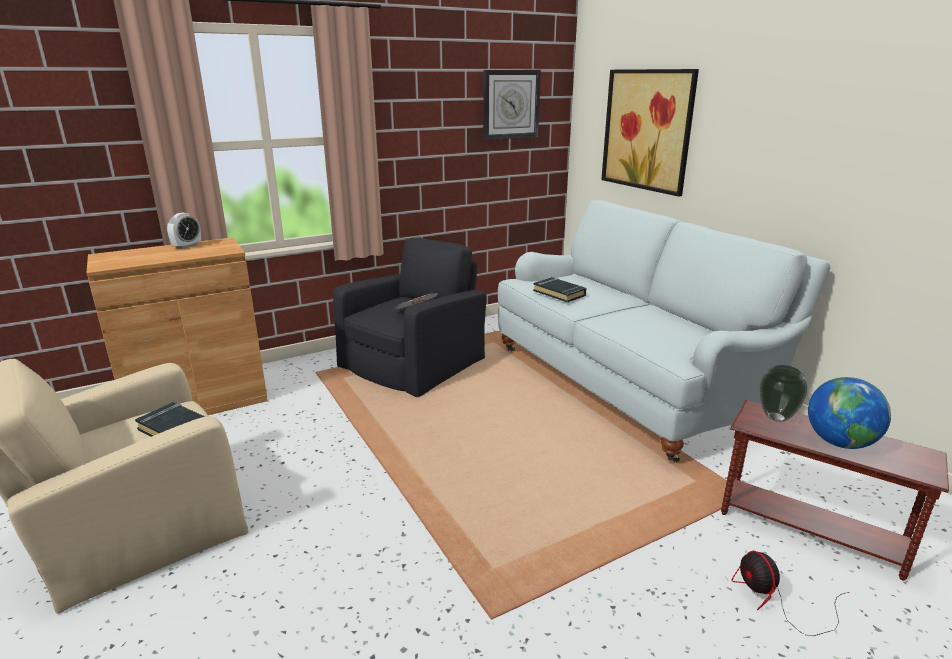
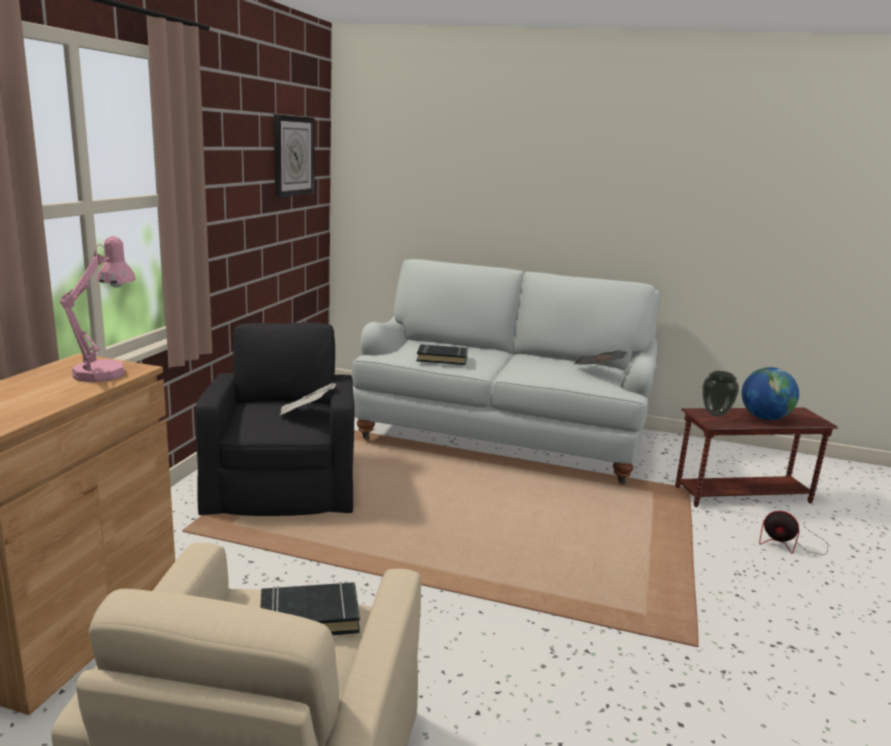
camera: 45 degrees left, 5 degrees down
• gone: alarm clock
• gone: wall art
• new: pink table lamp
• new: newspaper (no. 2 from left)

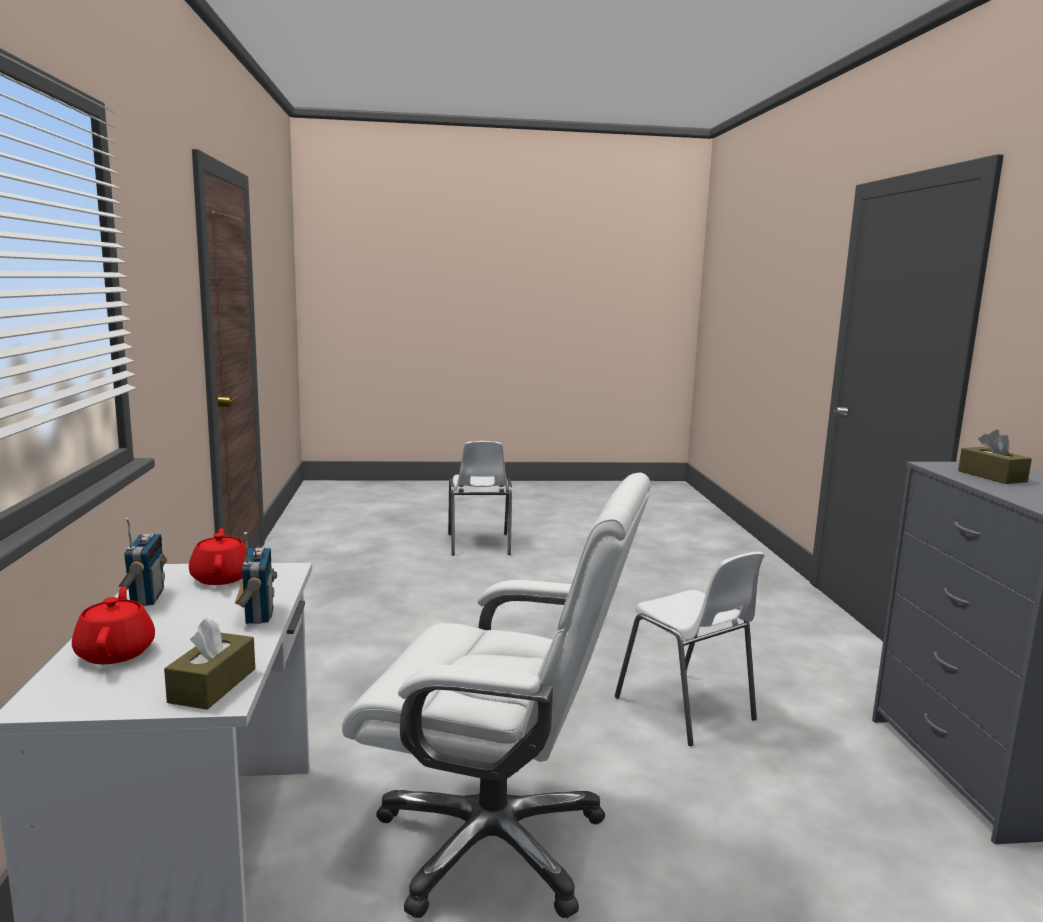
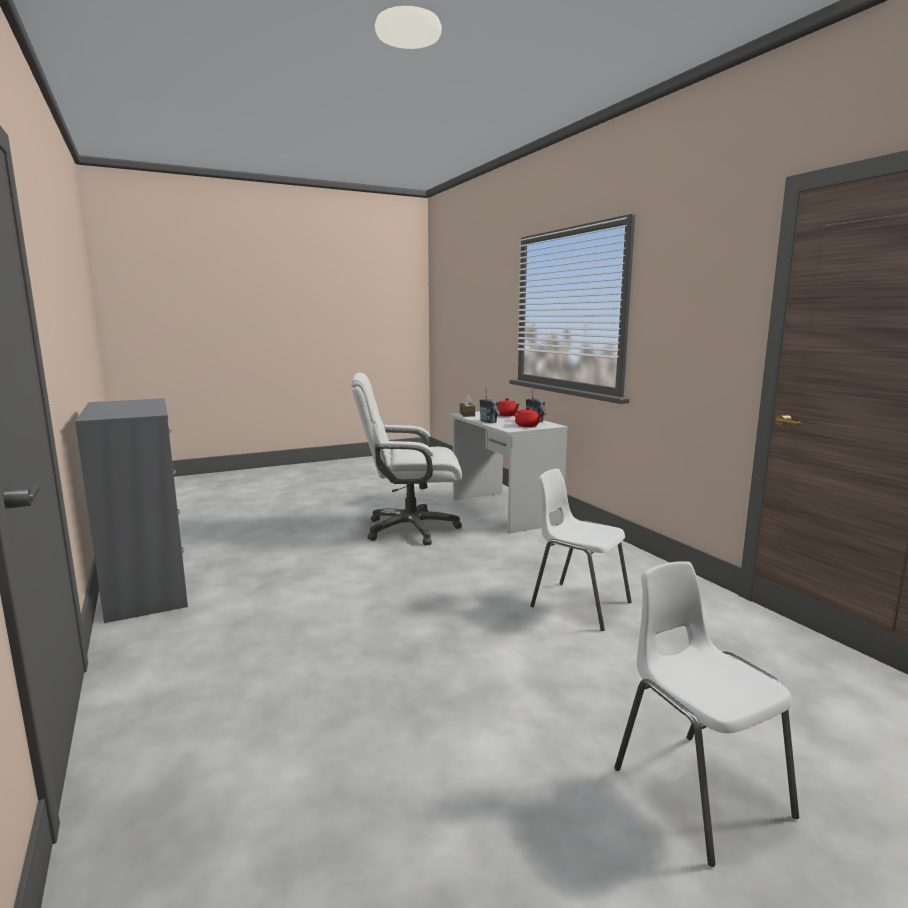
camera: 160 degrees right, 0 degrees up
• gone: brown-coloured tissue box (no. 2 from left)
• shifted: whitish upright chair (no. 2 from left in the first image) to whitish upright chair (no. 1 from left)

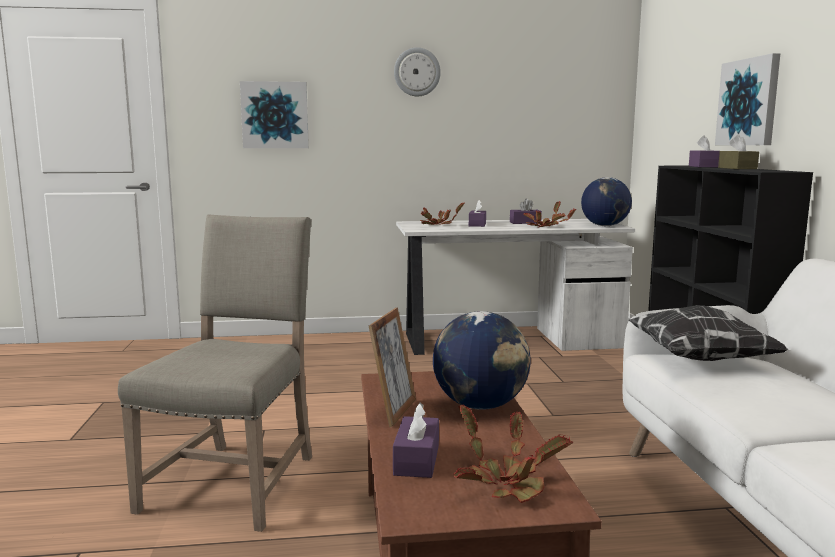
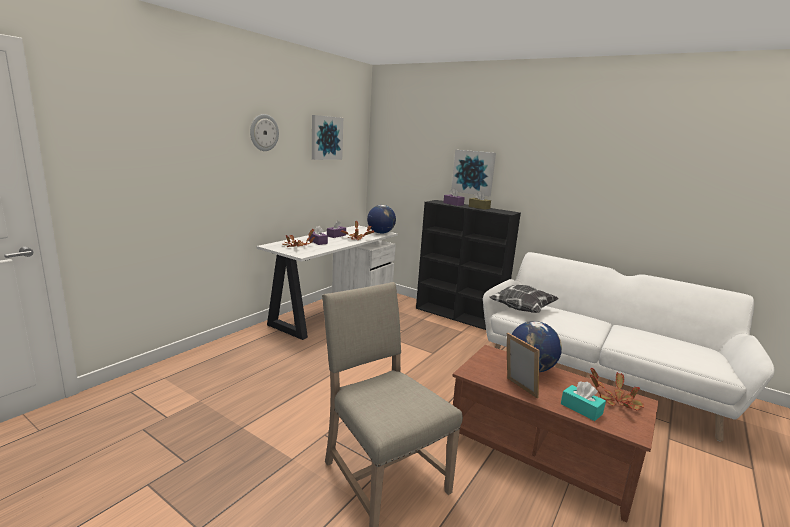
camera: 50 degrees left, 5 degrees up
• shifted: wall art (no. 1 from left)
• repainted: purple-coloured tissue box (no. 1 from left) to turquoise tissue box

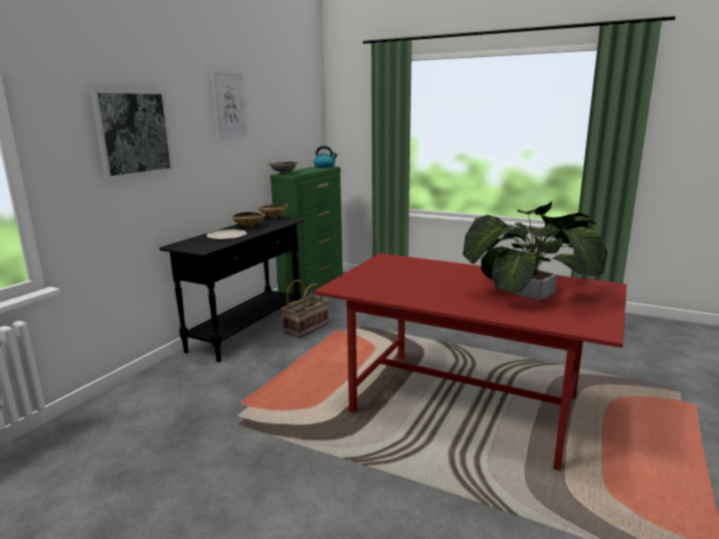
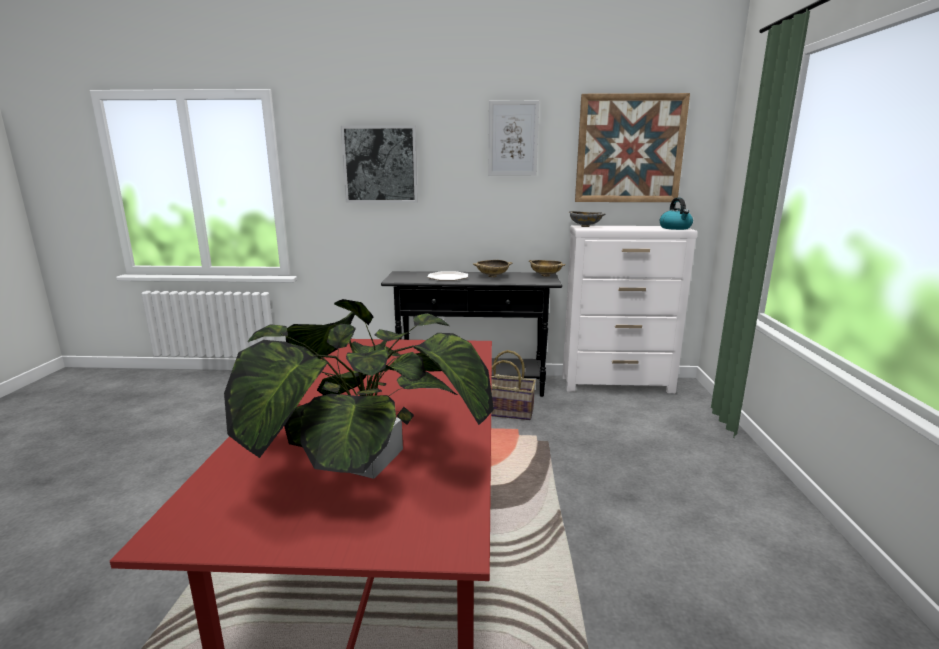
camera: 65 degrees right, 0 degrees up
• new: wall art (no. 3 from left)
• repainted: green chest of drawers to whitish chest of drawers

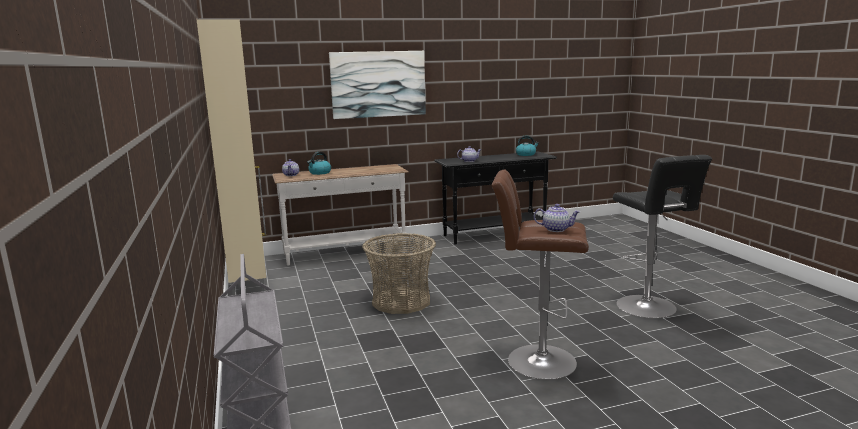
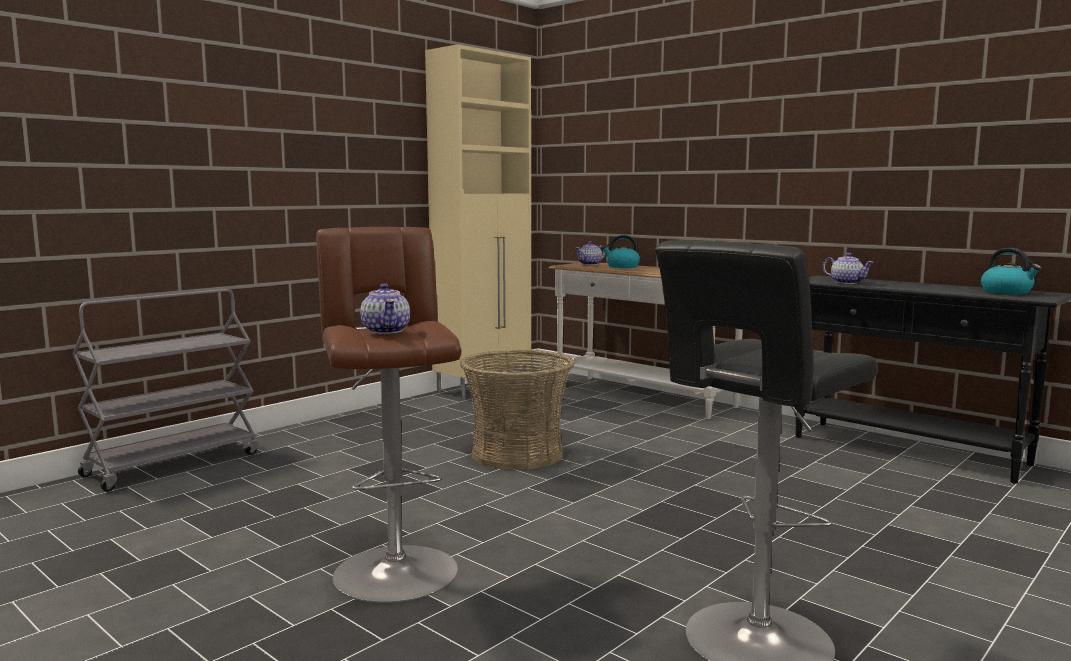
camera: 60 degrees right, 5 degrees down
• gone: wall art

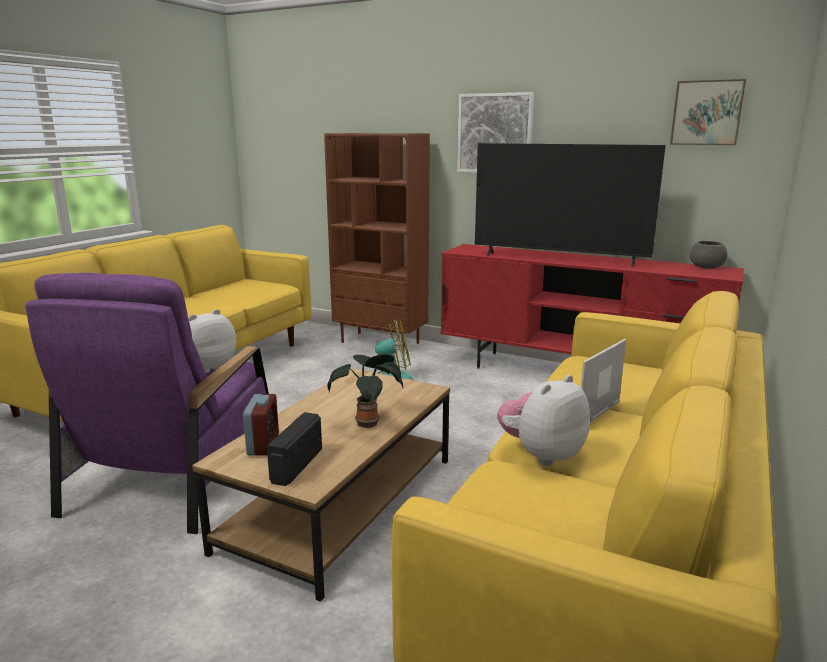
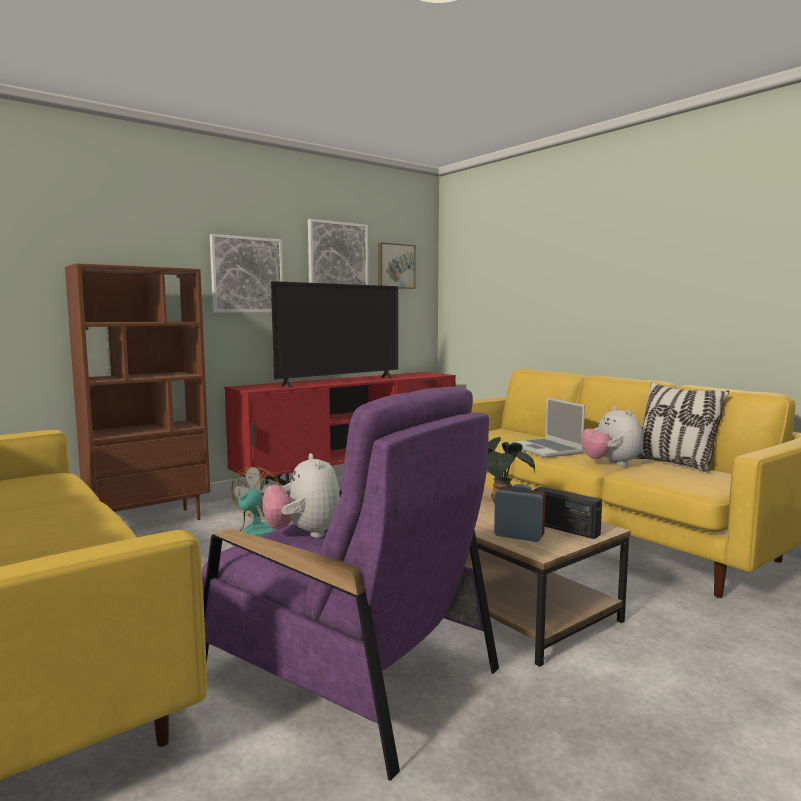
camera: 65 degrees left, 10 degrees down
• gone: gray deep dish
• new: wall art (no. 2 from left)
• new: throw pillow

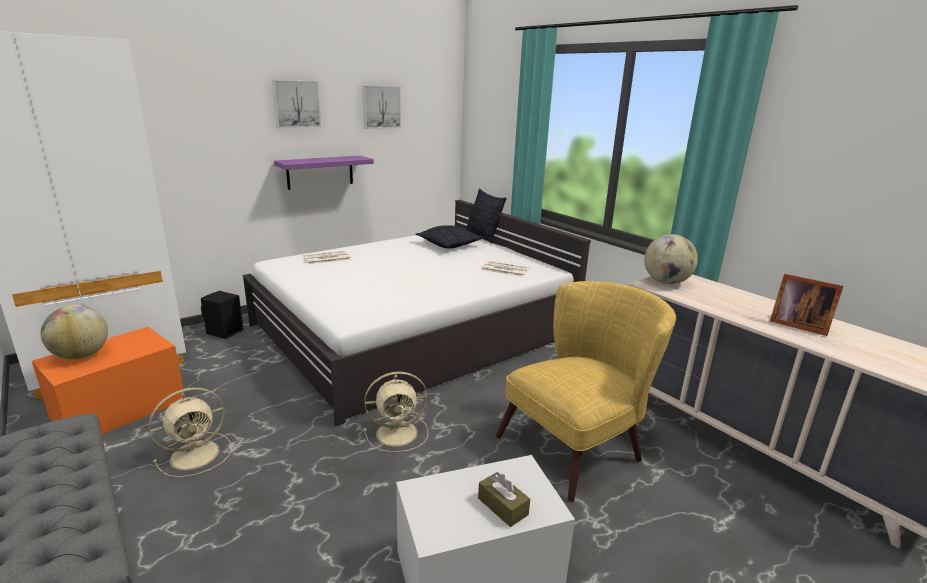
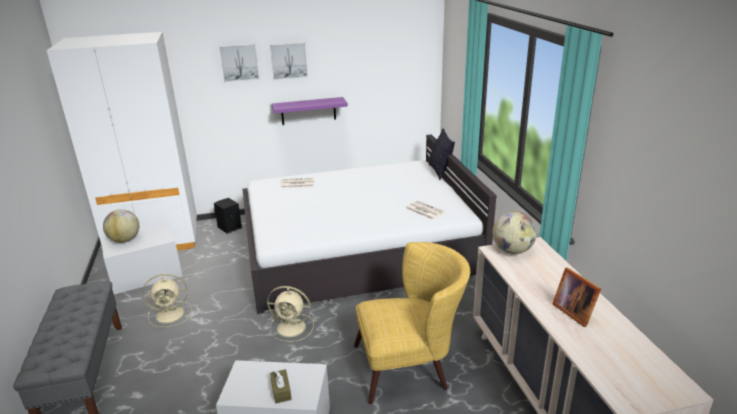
camera: 25 degrees right, 5 degrees up
• gone: throw pillow (no. 1 from left)
• shifted: wall art (no. 2 from left in the first image) to wall art (no. 1 from left)
• repainted: orange-coloured storage bin to whitish storage bin (no. 1 from left)

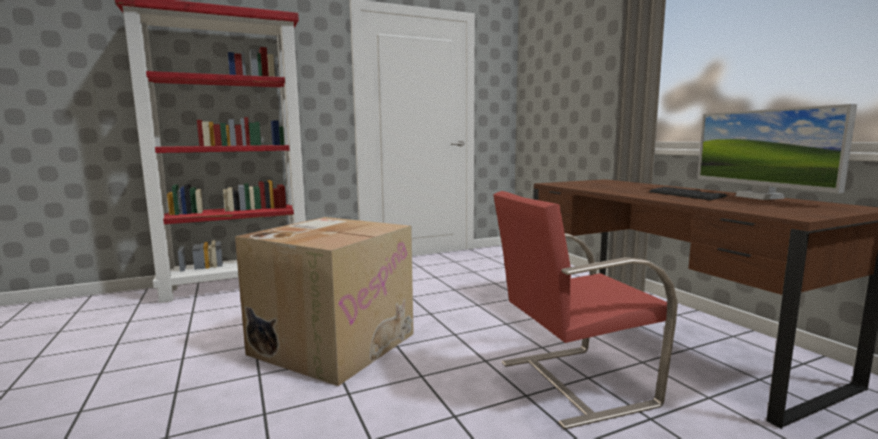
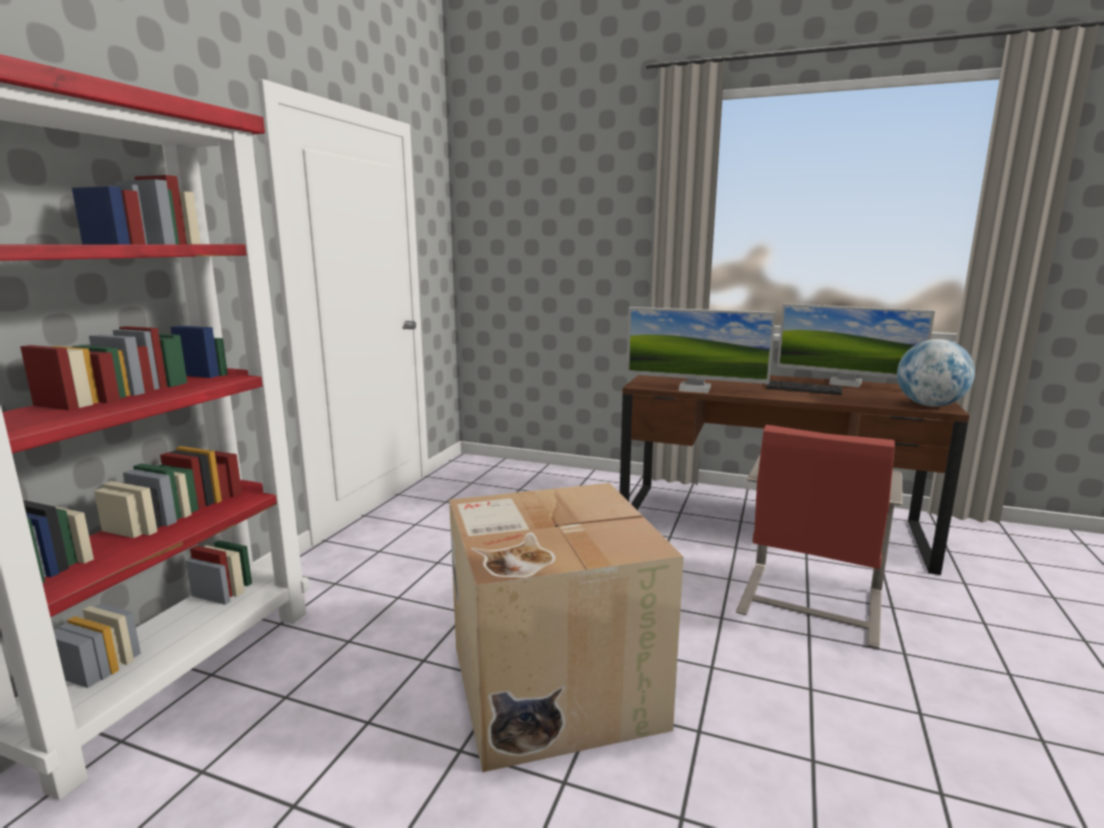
camera: 45 degrees left, 5 degrees up
• new: computer display (no. 1 from left)
• new: globe

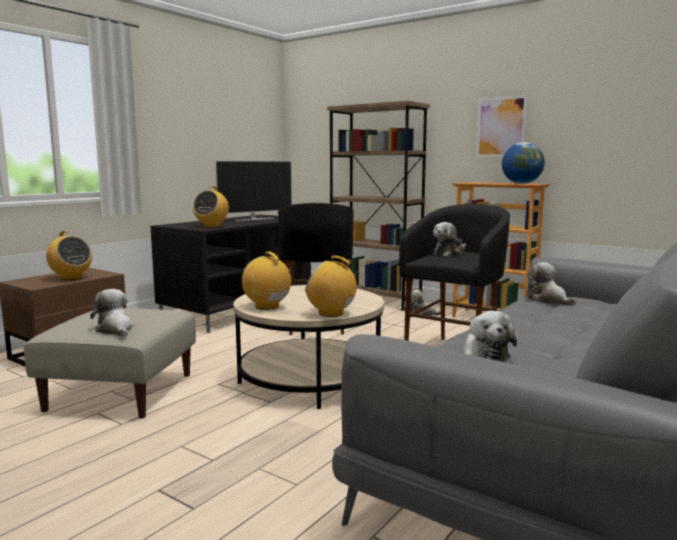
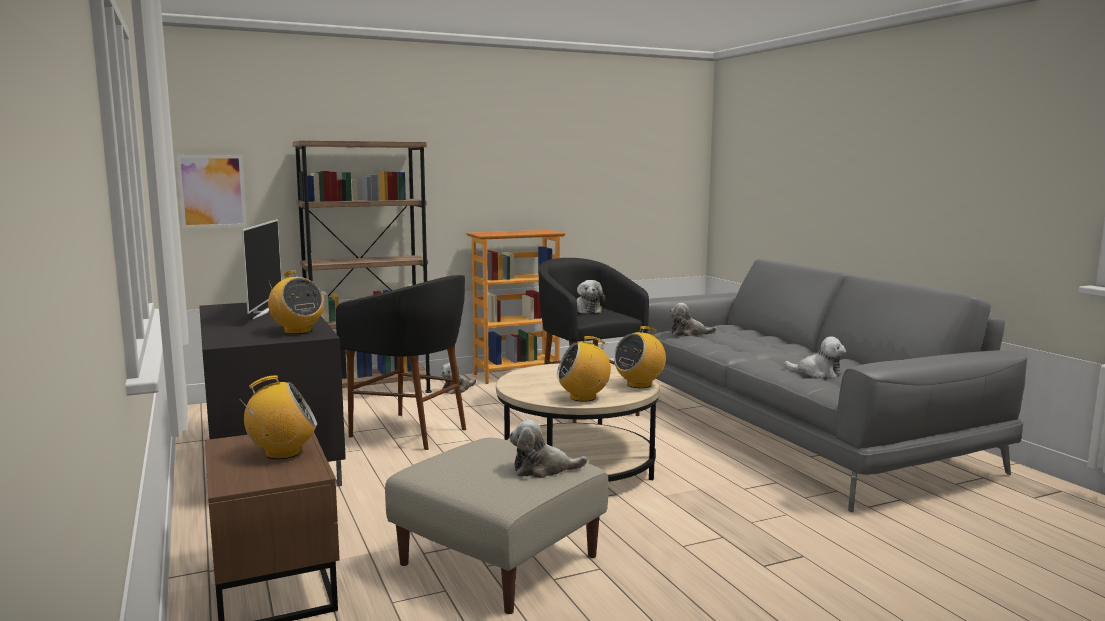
camera: 60 degrees left, 0 degrees up
• gone: globe
• shifted: wall art

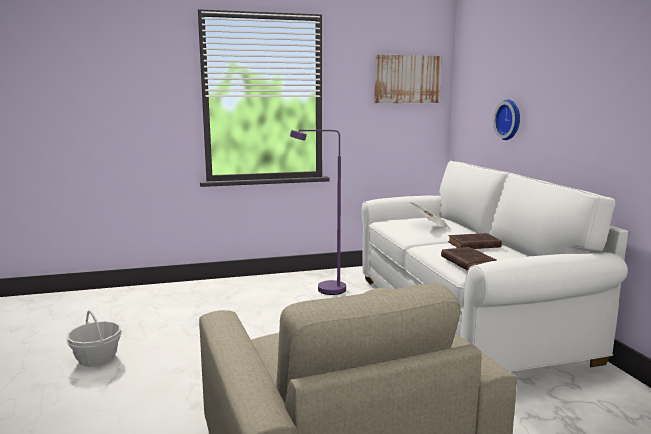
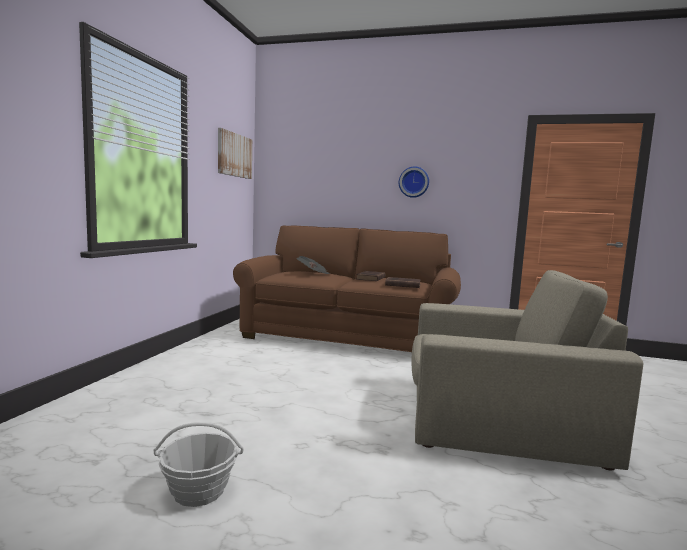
camera: 60 degrees left, 5 degrees down
• gone: purple-coloured floor lamp
• shifted: hanging clock
• repainted: whitish sofa to brown-coloured sofa

